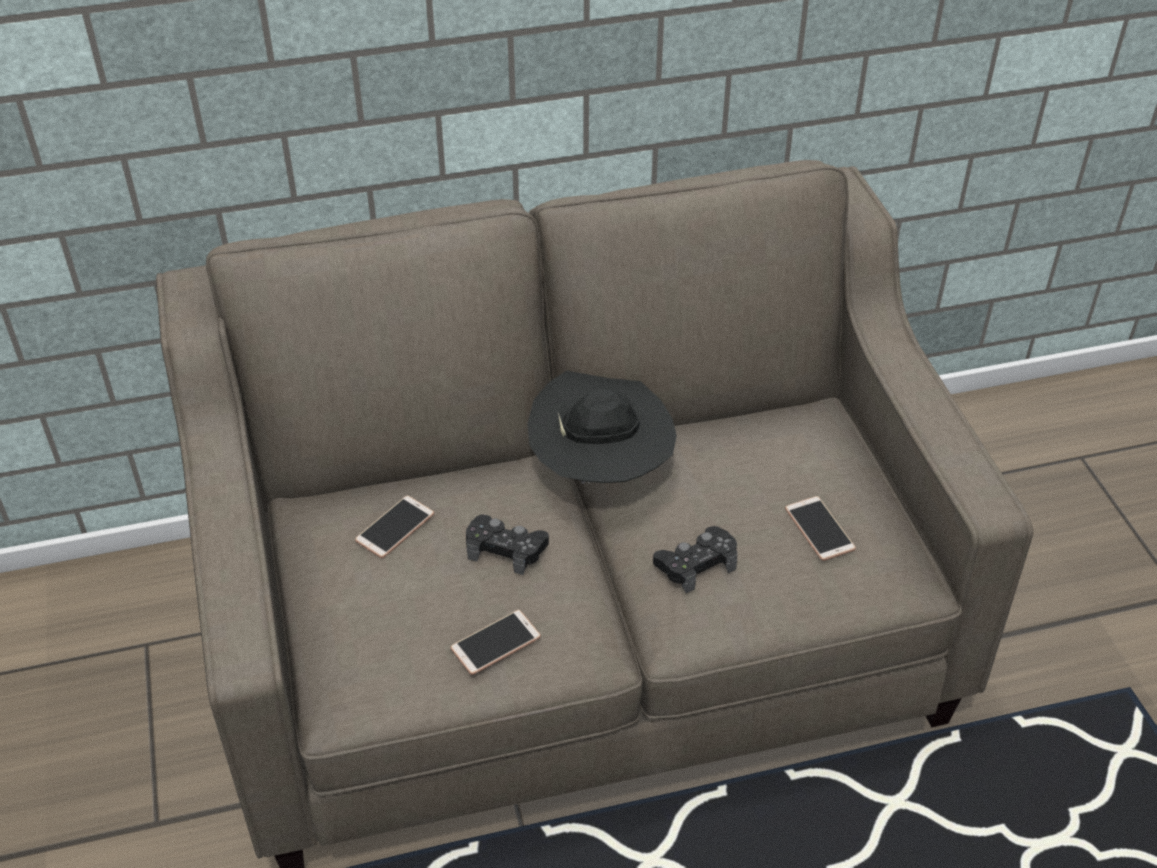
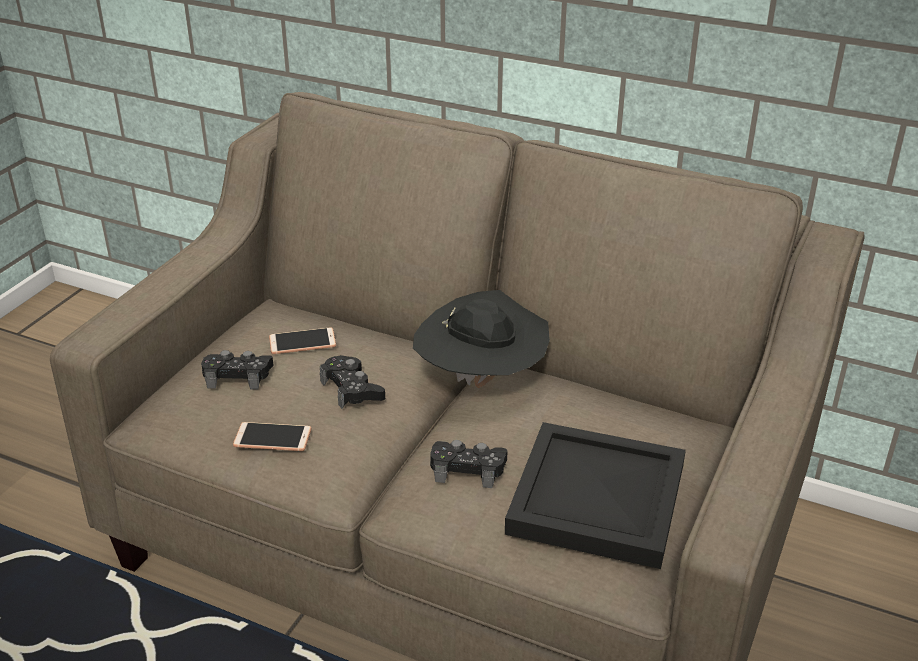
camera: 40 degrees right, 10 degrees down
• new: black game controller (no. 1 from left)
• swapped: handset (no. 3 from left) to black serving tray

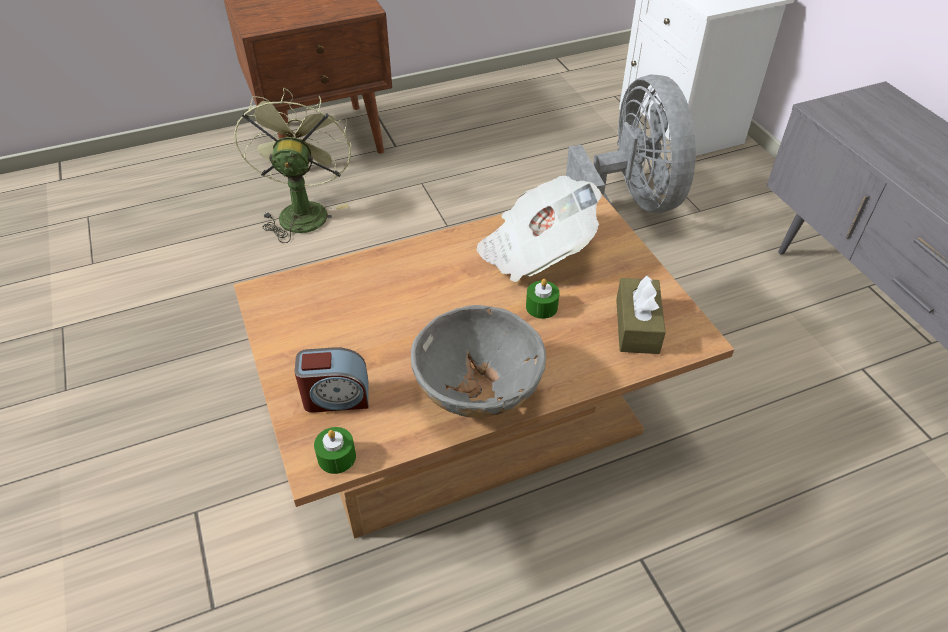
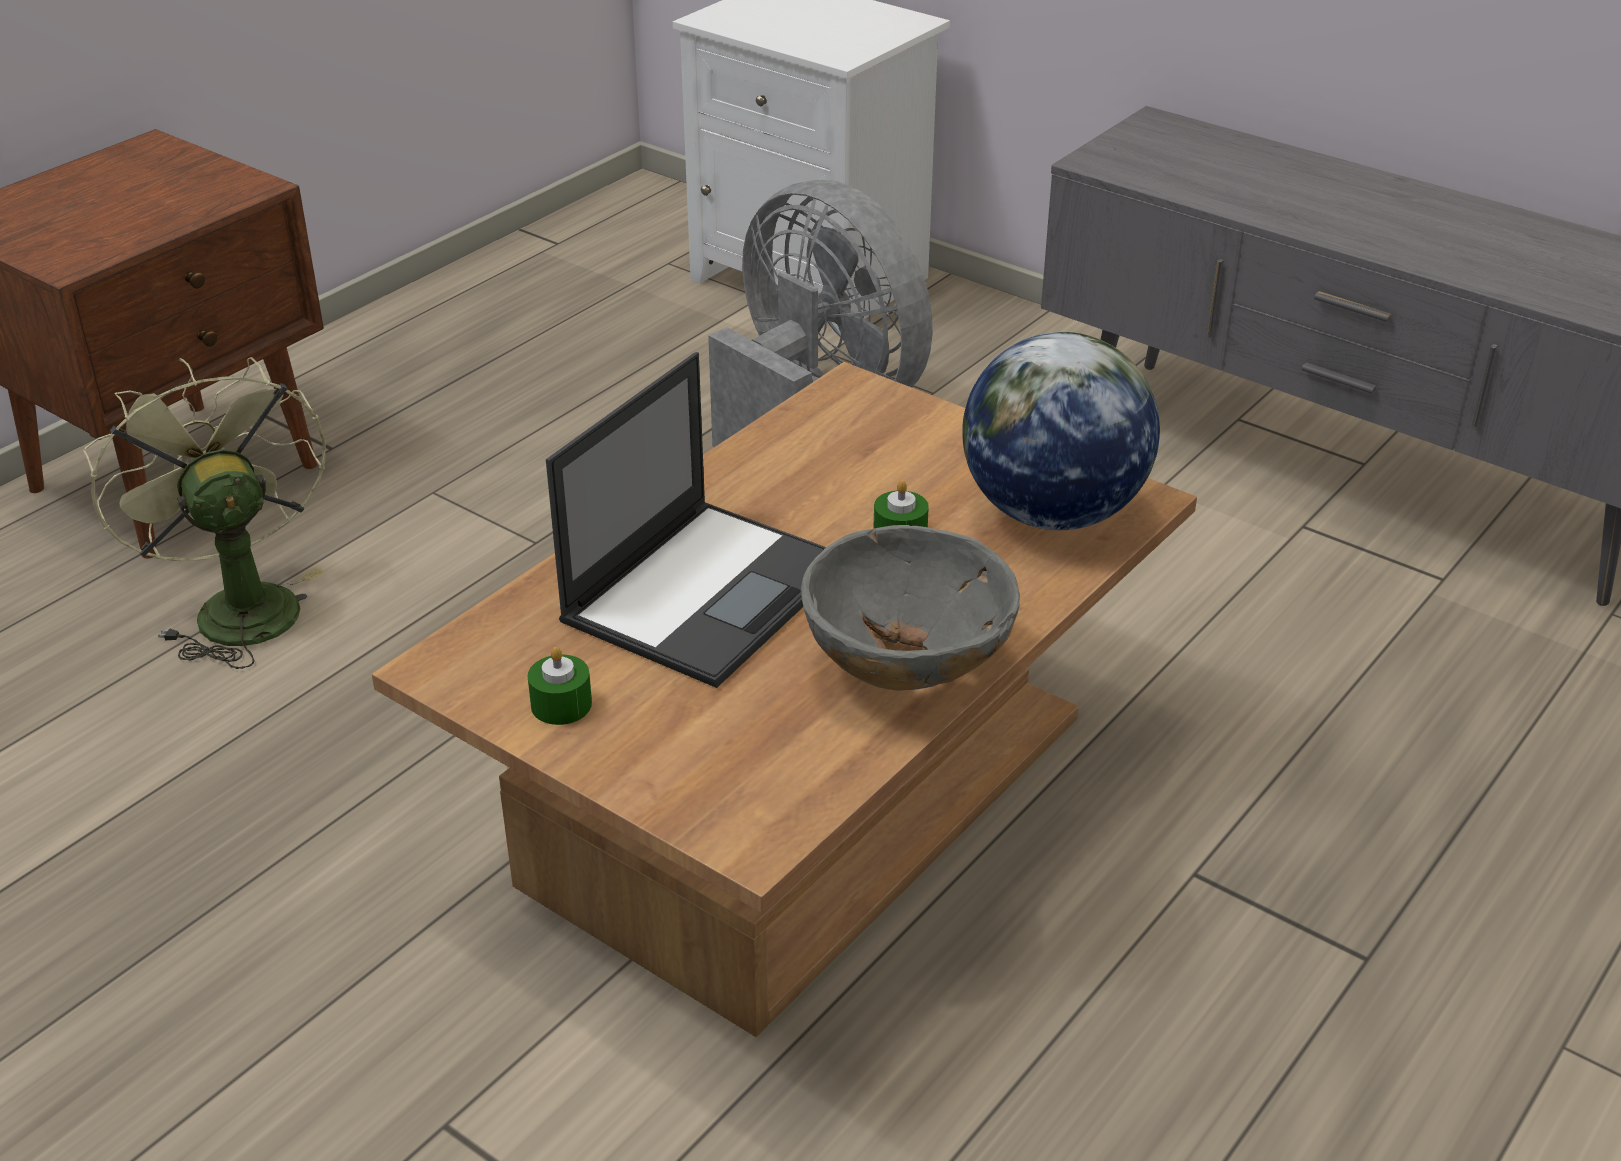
camera: 30 degrees left, 10 degrees down
• gone: alarm clock
• gone: newspaper
• new: portable computer
• shifted: green wax light (no. 1 from left)
• swapped: brown-coloured tissue box to globe

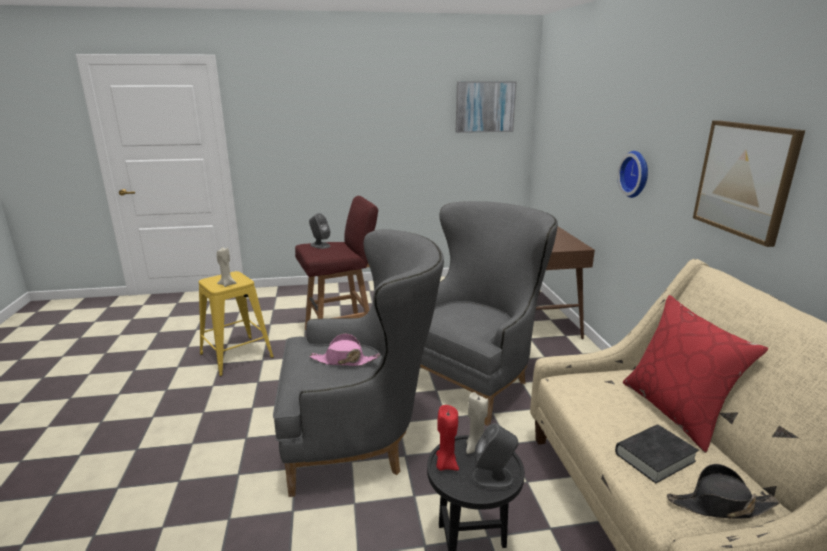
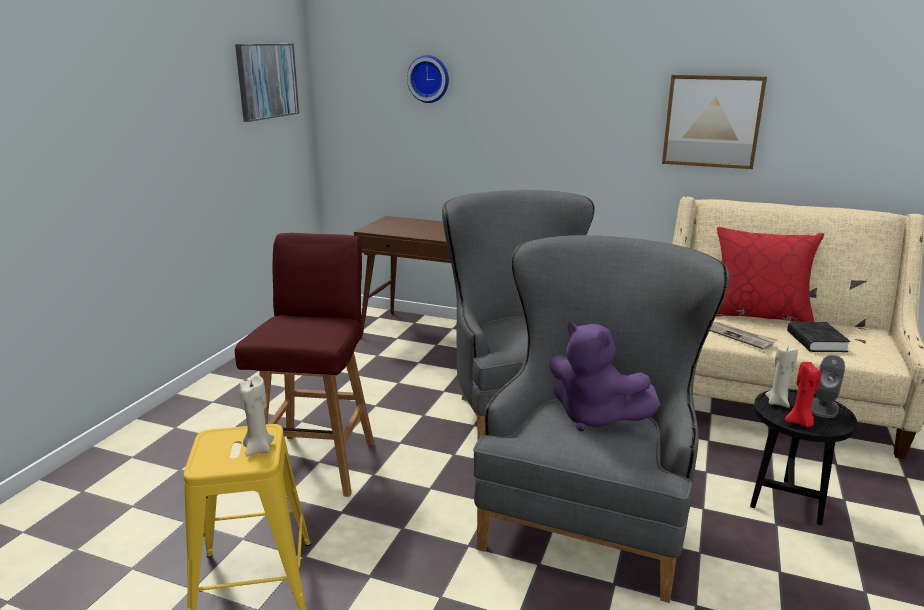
camera: 60 degrees left, 0 degrees up
• gone: gray speaker (no. 1 from left)
• gone: black hat
• new: newspaper
• shifted: hanging clock
• swapped: pink hat to purple-coloured plush toy

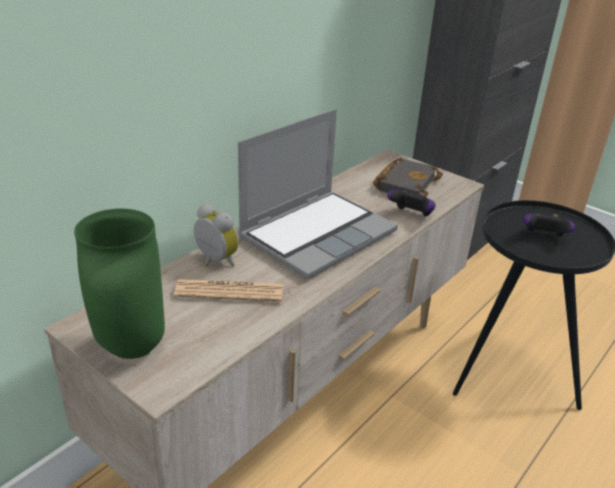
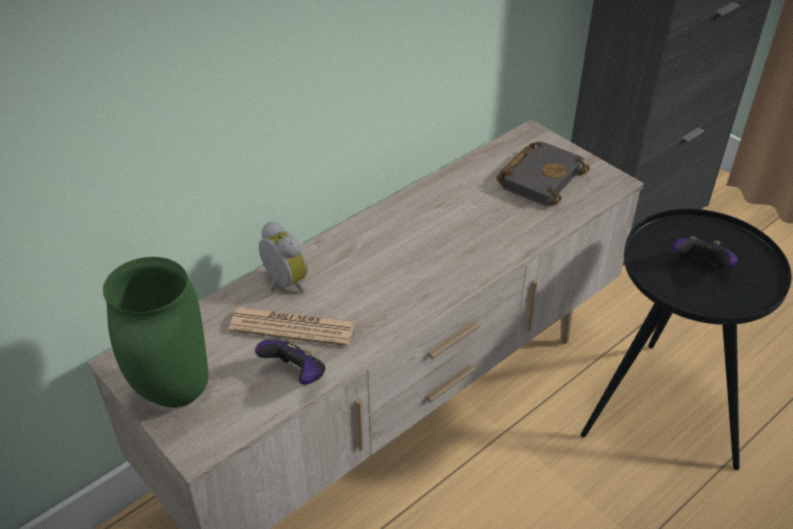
camera: 10 degrees right, 10 degrees up
• gone: portable computer
• shifted: game controller (no. 1 from left)

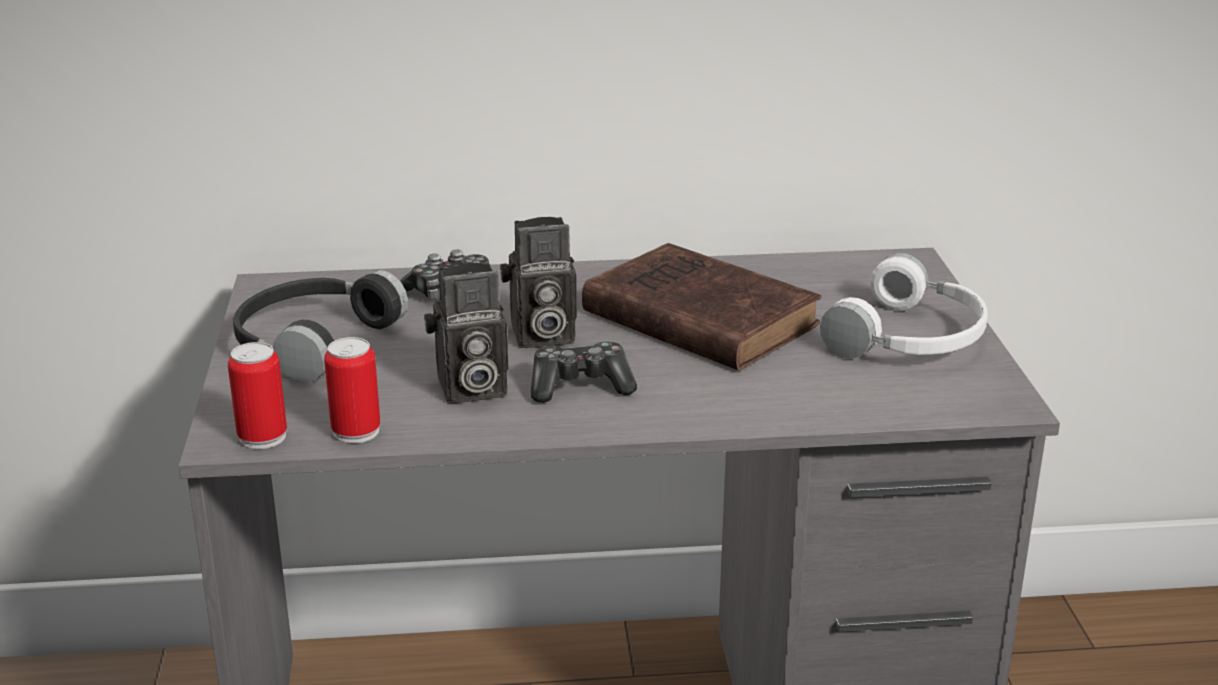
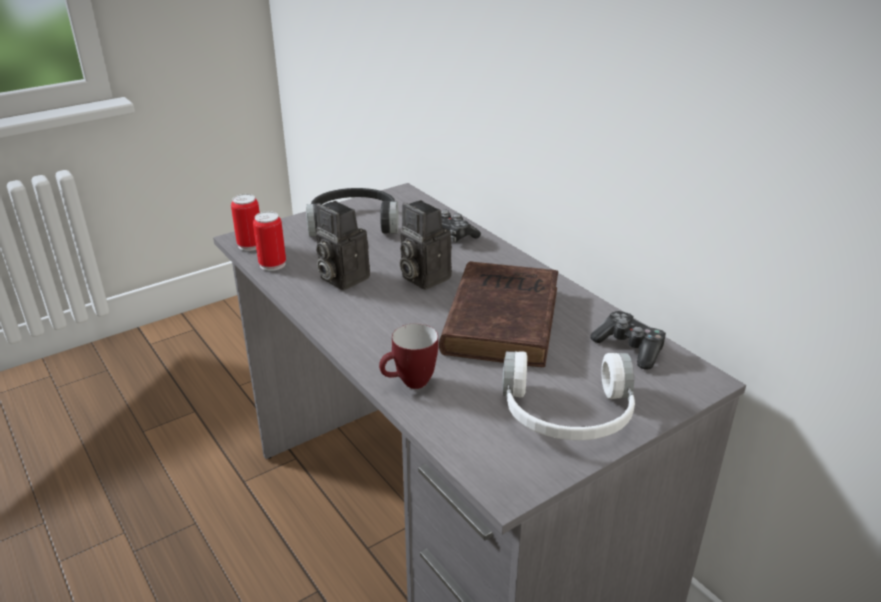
camera: 60 degrees right, 5 degrees up
• new: tea mug
• shifted: game controller (no. 2 from left)

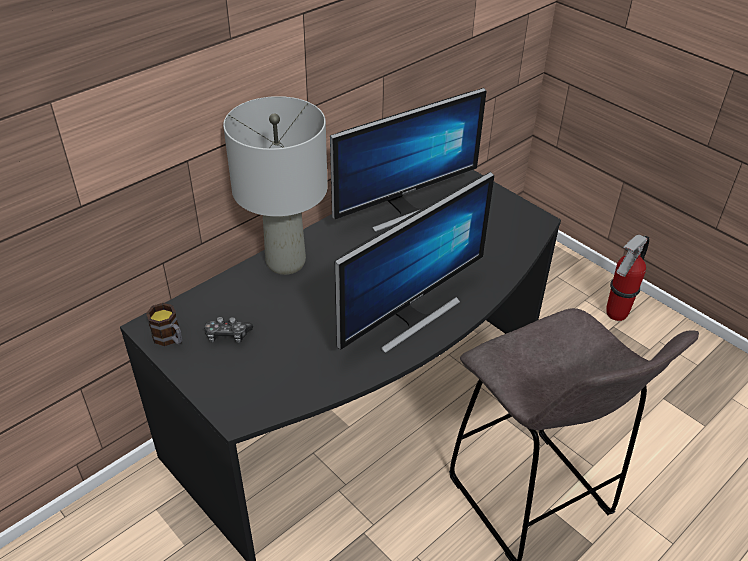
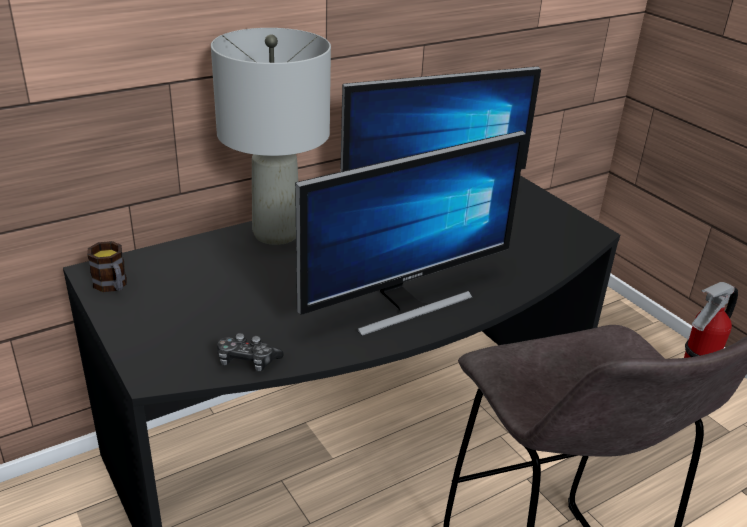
camera: 10 degrees right, 10 degrees down
• shifted: game controller

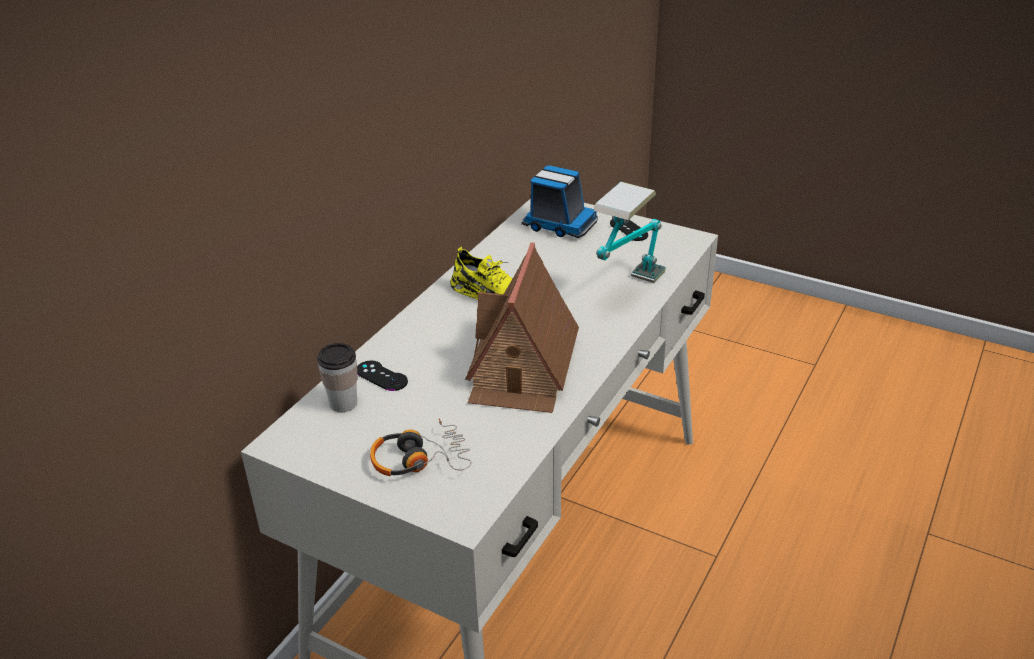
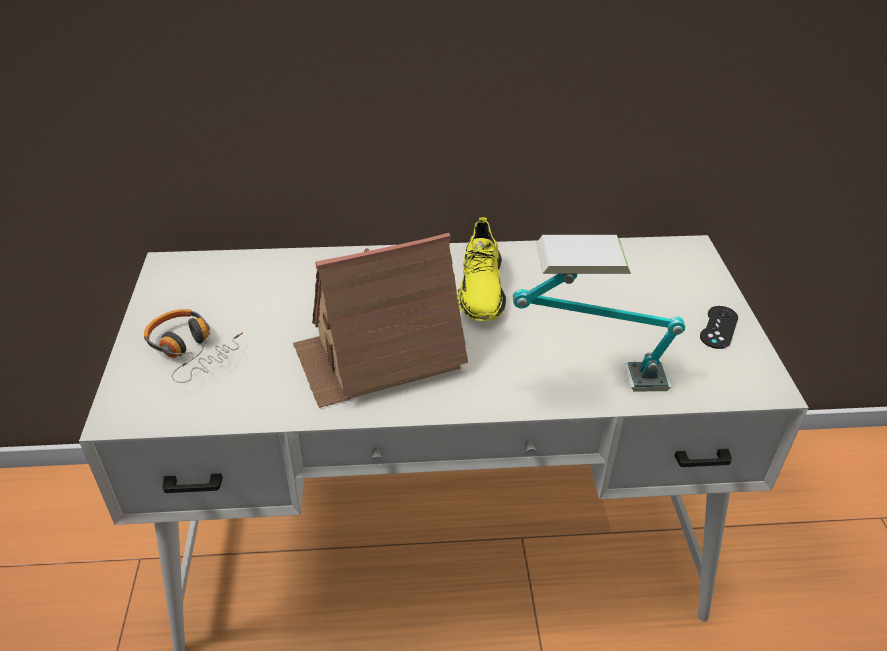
camera: 55 degrees right, 5 degrees up
• gone: small cup
• gone: black game controller (no. 1 from left)
• gone: toy truck

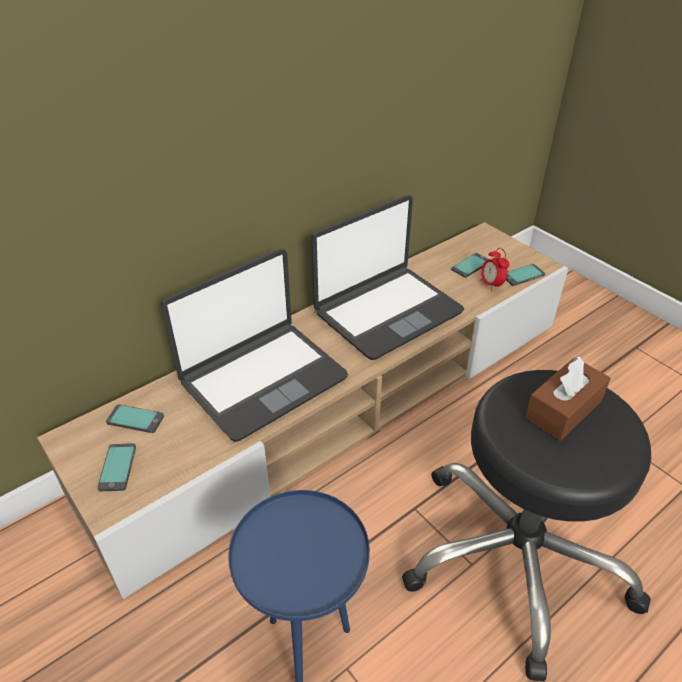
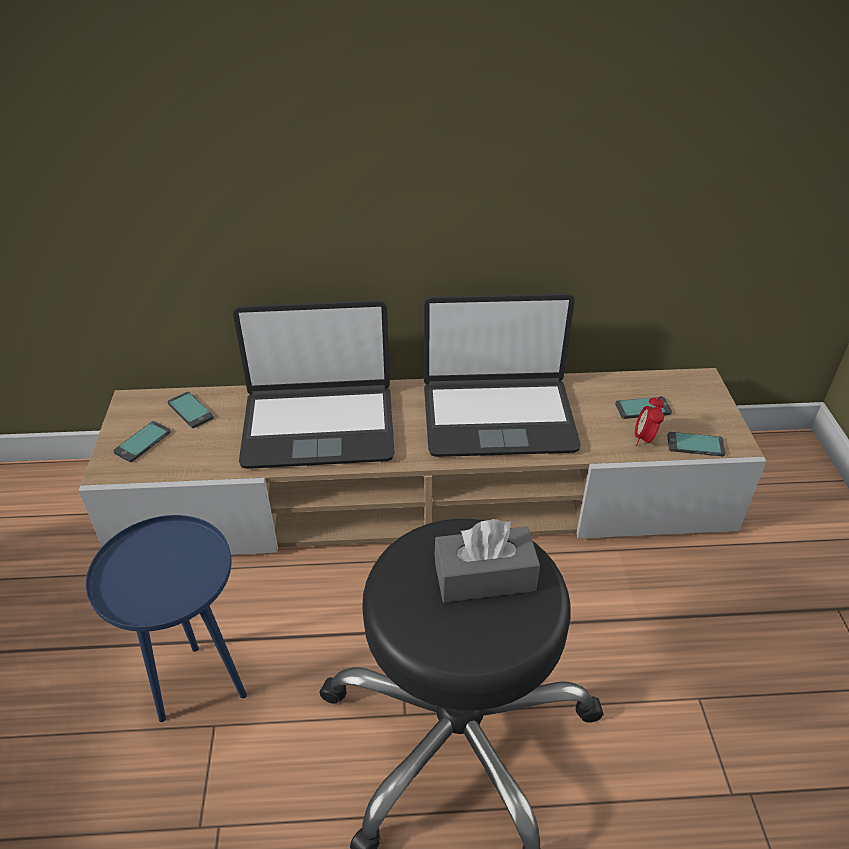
camera: 35 degrees right, 0 degrees up
• repainted: brown-coloured tissue box to gray tissue box

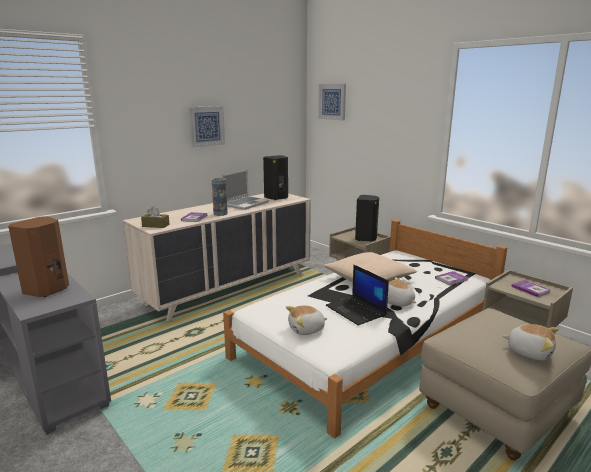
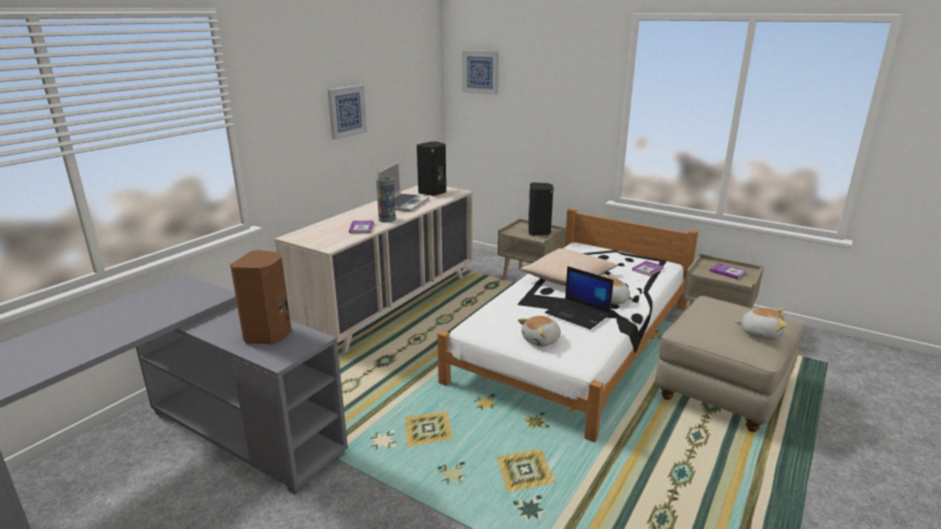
camera: 15 degrees left, 5 degrees up
• gone: brown-coloured tissue box

